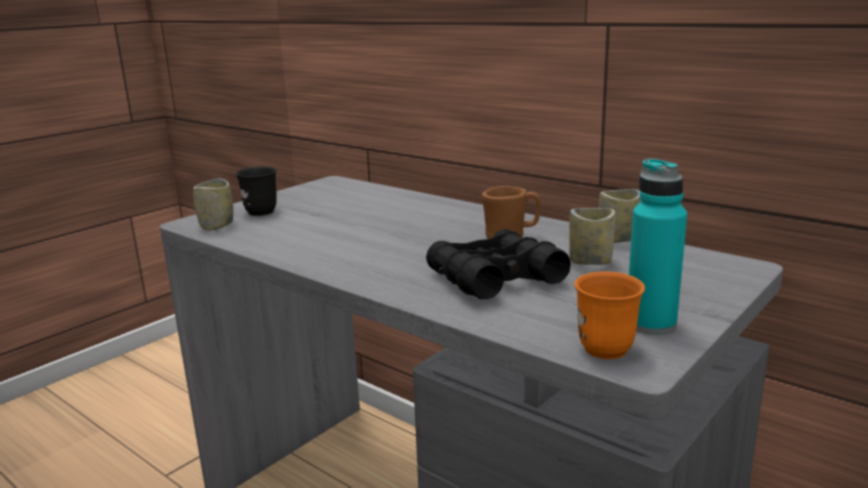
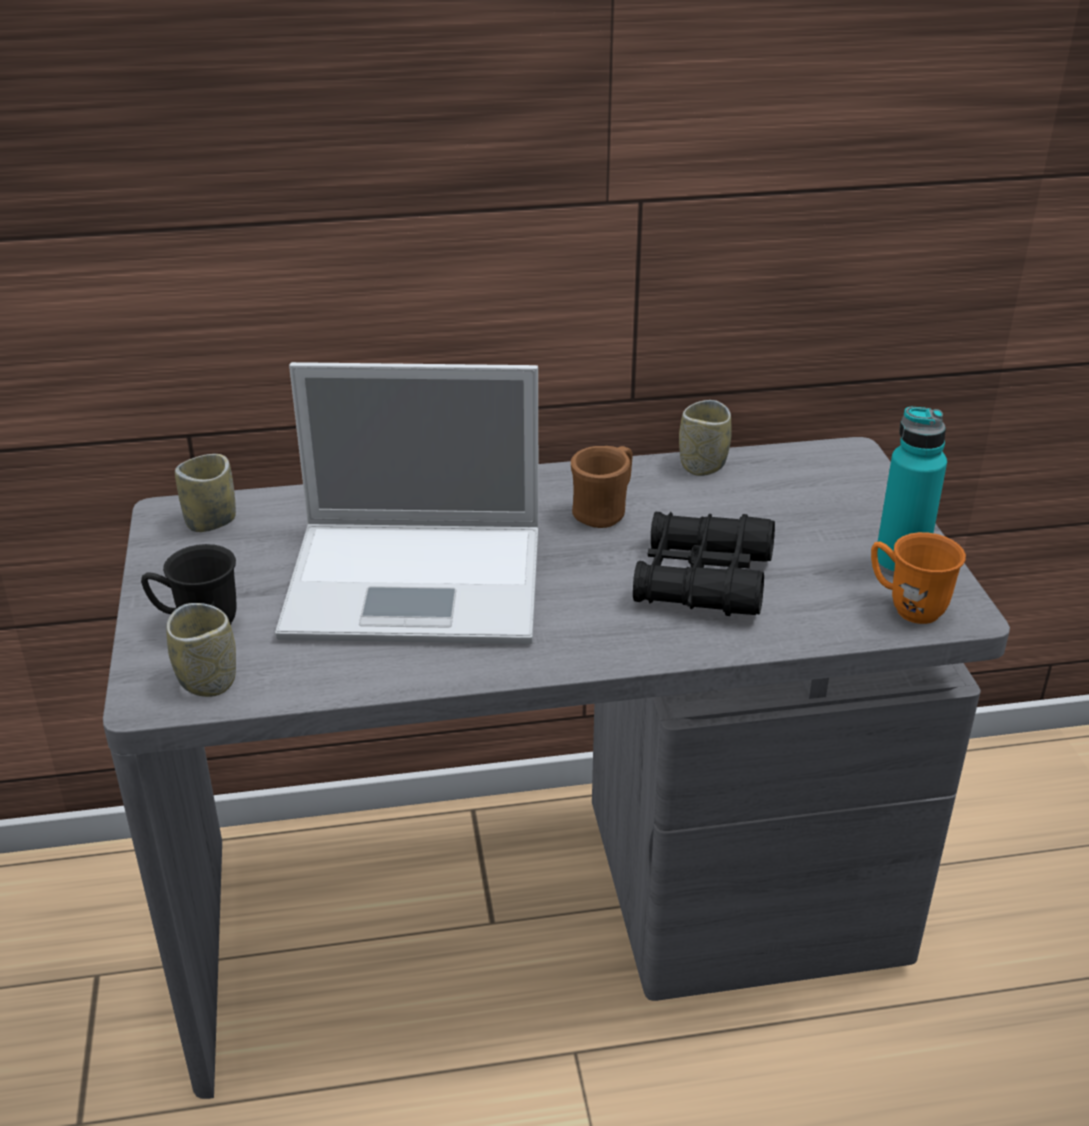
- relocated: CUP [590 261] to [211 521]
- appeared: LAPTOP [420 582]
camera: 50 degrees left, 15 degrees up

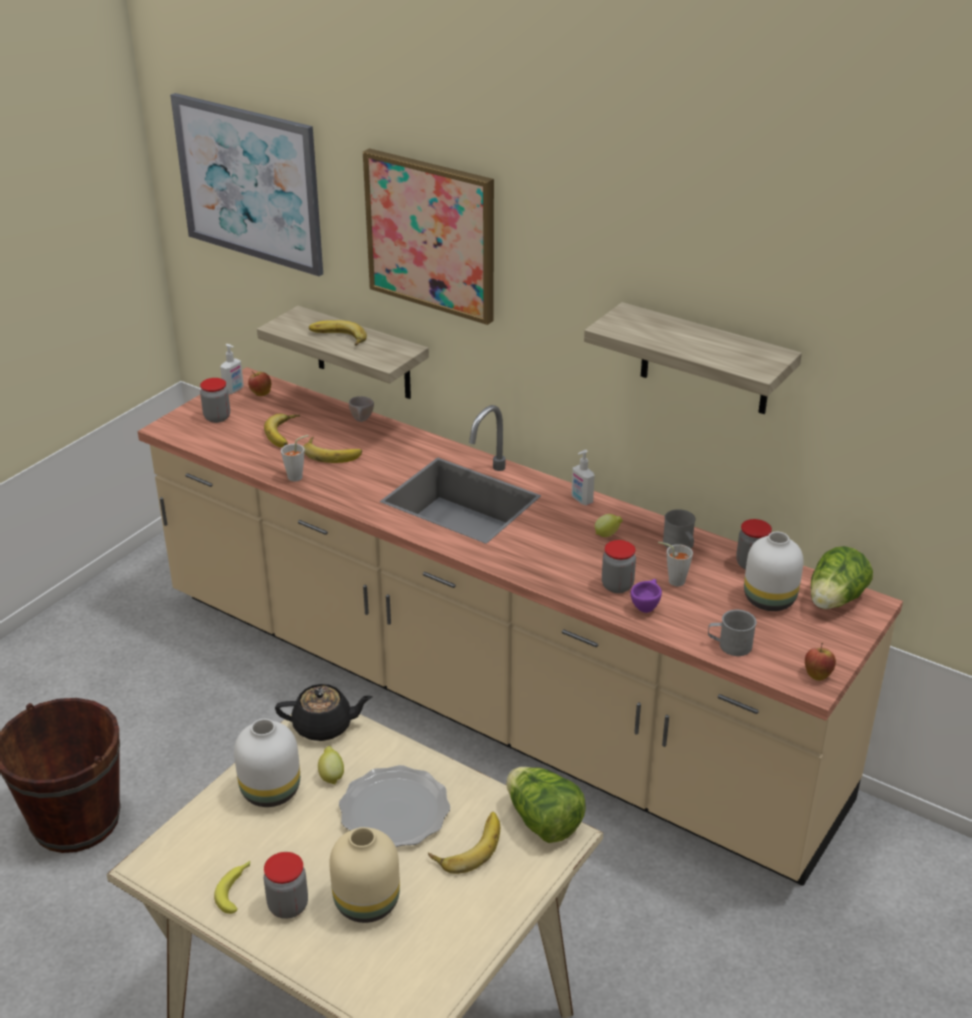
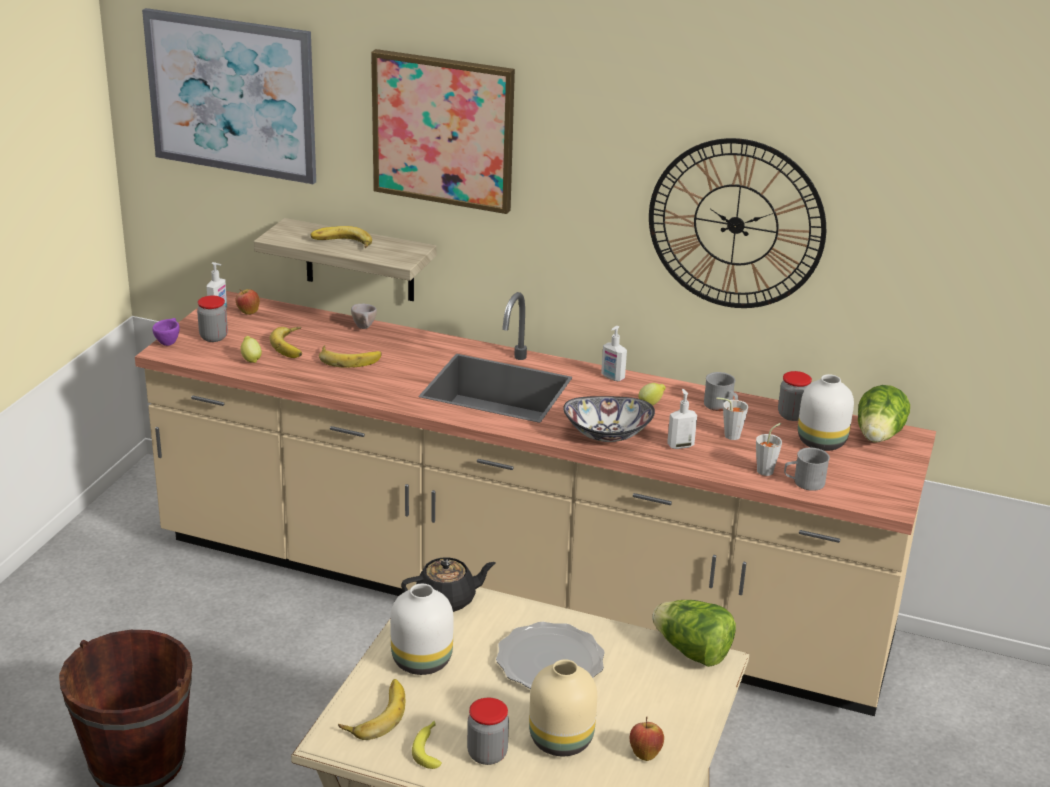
- exchanged: SHELF [705 360] to WALL CLOCK [736 224]
- relocated: GREY CUP [298 476] to [767 470]
- exchanged: JAR [617 586] to SOAP DISPENSER [680 445]
- relocated: PURPLE CUP [646 606] to [168 342]
- relocated: APPLE [817 674] to [645 753]
- relocated: LEMON [331 776] to [251 359]
- relocated: BANANA [467 845] to [374 713]
- appeared: BOWL [607 434]
camera: 15 degrees left, 5 degrees down

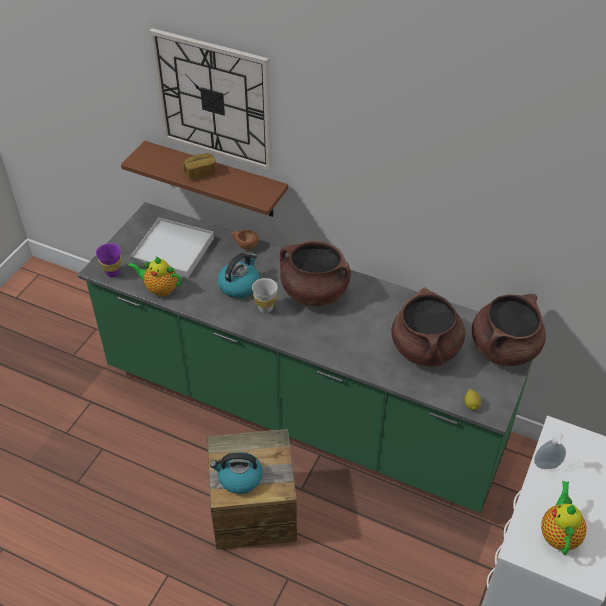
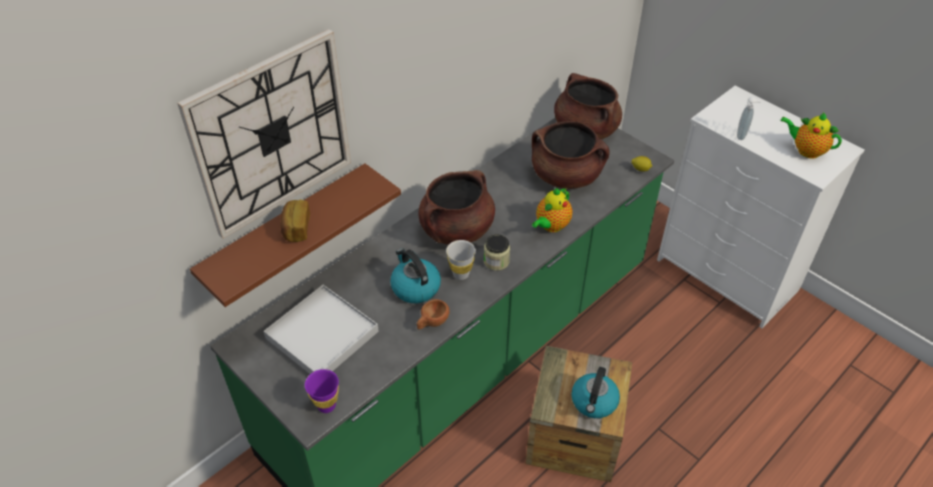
- relocated: BROWN CUP [244 245] to [432 323]
- relocated: TEAPOT [160 289] to [551 226]
- appeared: JAR [496 261]
camera: 70 degrees left, 0 degrees up

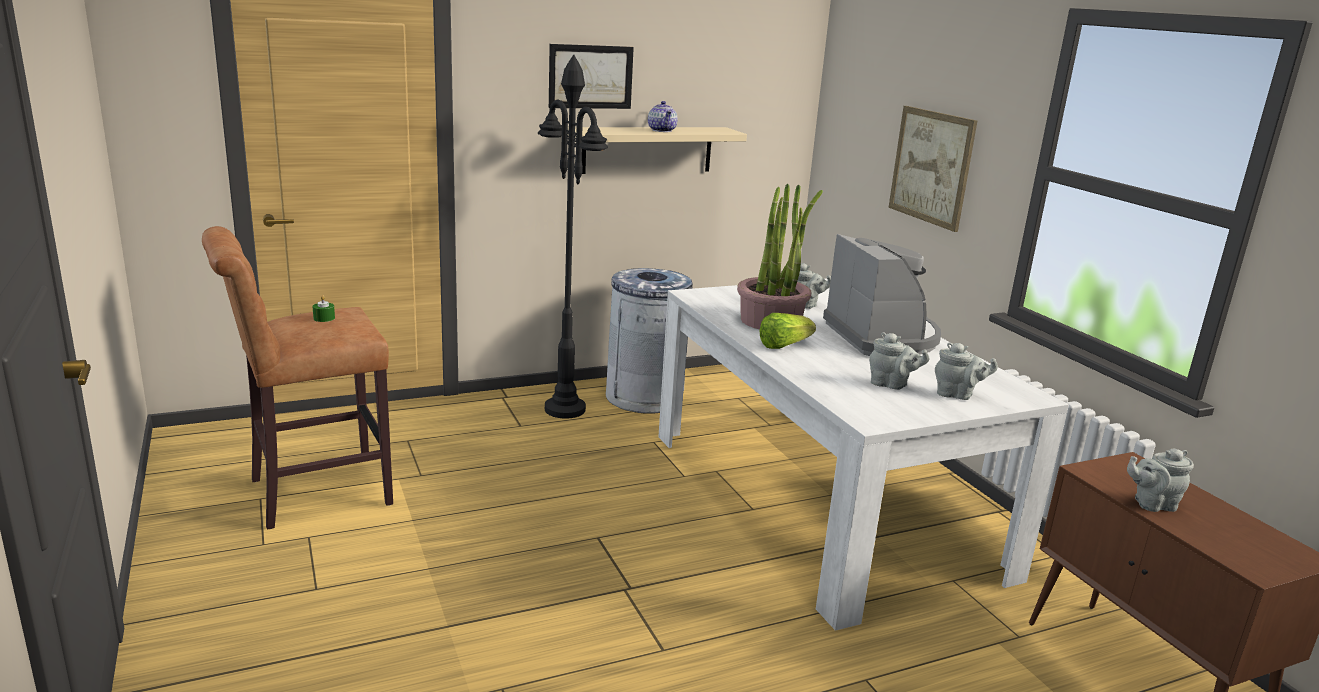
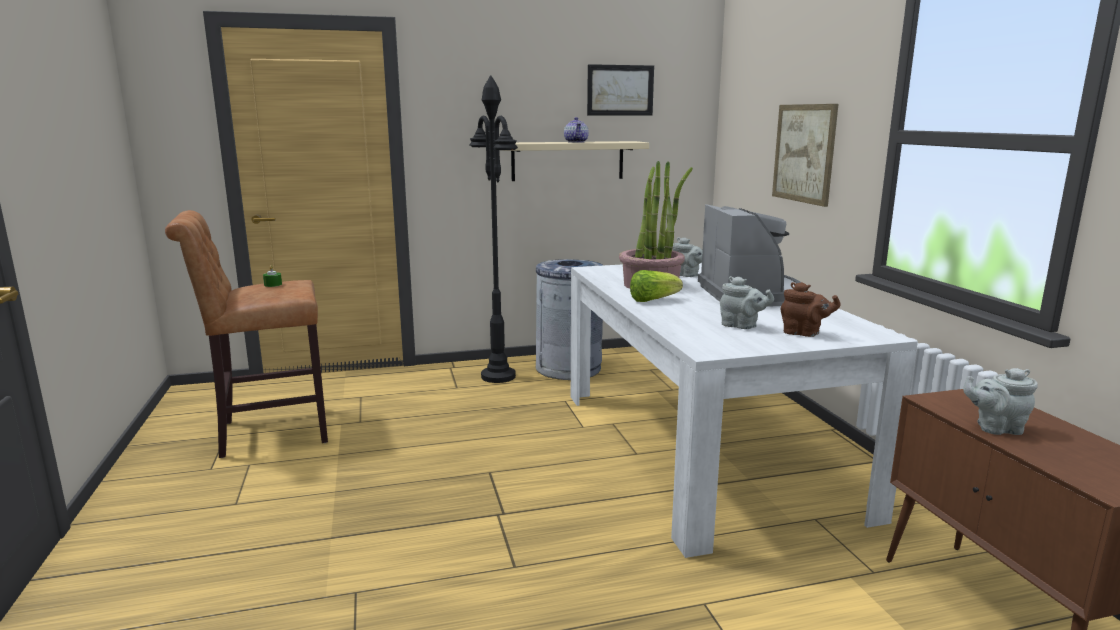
- relocated: PICTURE [590 77] to [620 90]
- colour: GREY TEAPOT [957 395] to BROWN TEAPOT [804 333]
camera: 10 degrees right, 5 degrees down

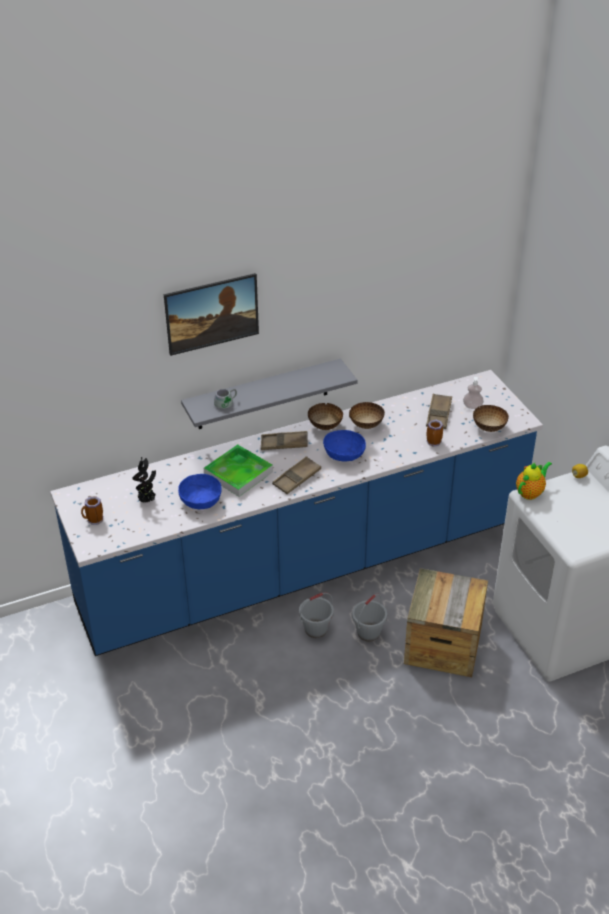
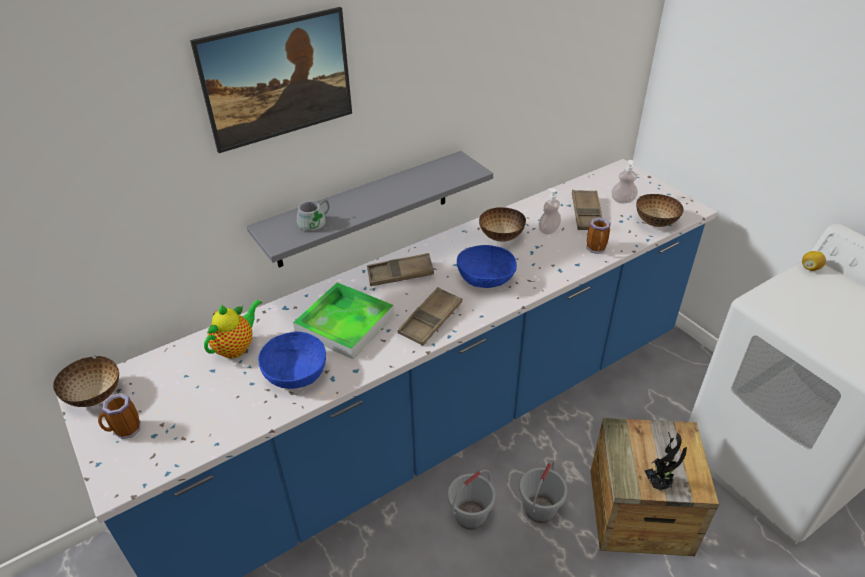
- relocated: BOWL [325 426] to [96 396]
- relocated: POTTED PLANT [147 500] to [659 484]
- relocated: TEAPOT [530 492] to [237 347]
- appeared: SOAP DISPENSER [548 230]
camera: 10 degrees left, 0 degrees up

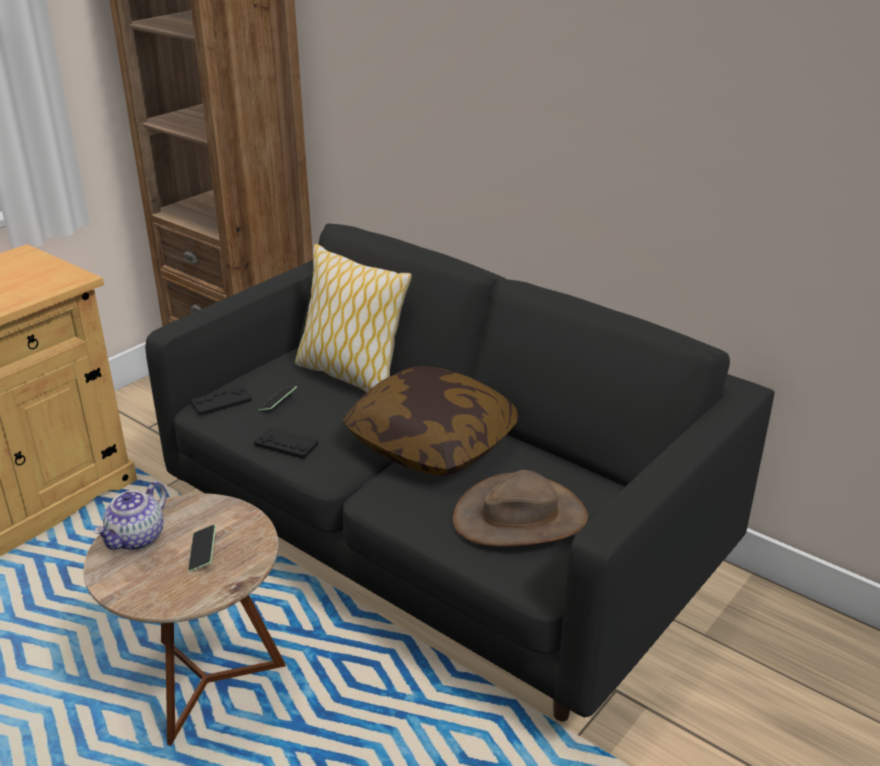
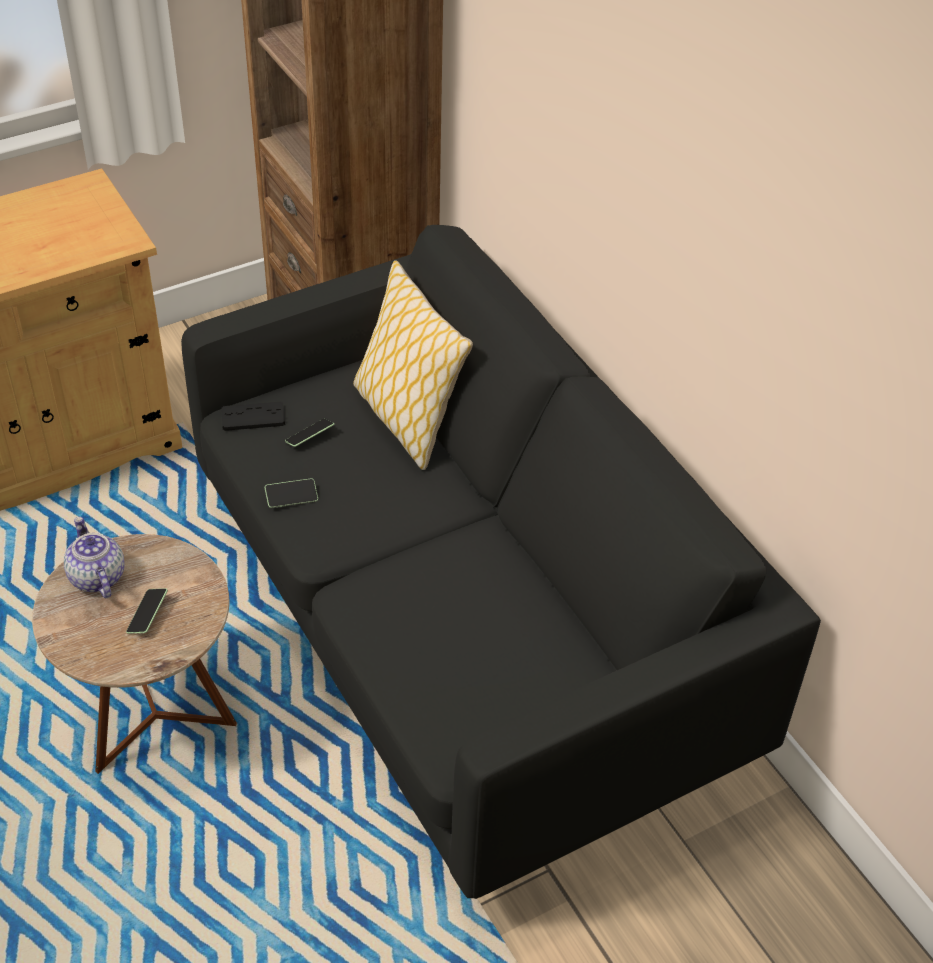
- missing: PILLOW [432 443]
- exchanged: BLACK GAME CONTROLLER [286 444] to PHONE [291 498]
- missing: BROWN HAT [520 517]
- spun: TEAPOT [137 538] = [96 577] 105 degrees clockwise
camera: 20 degrees right, 15 degrees up

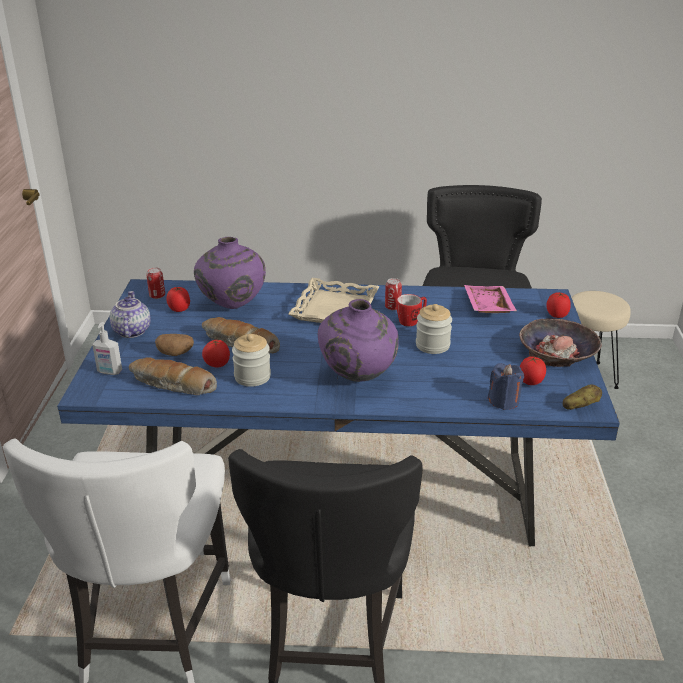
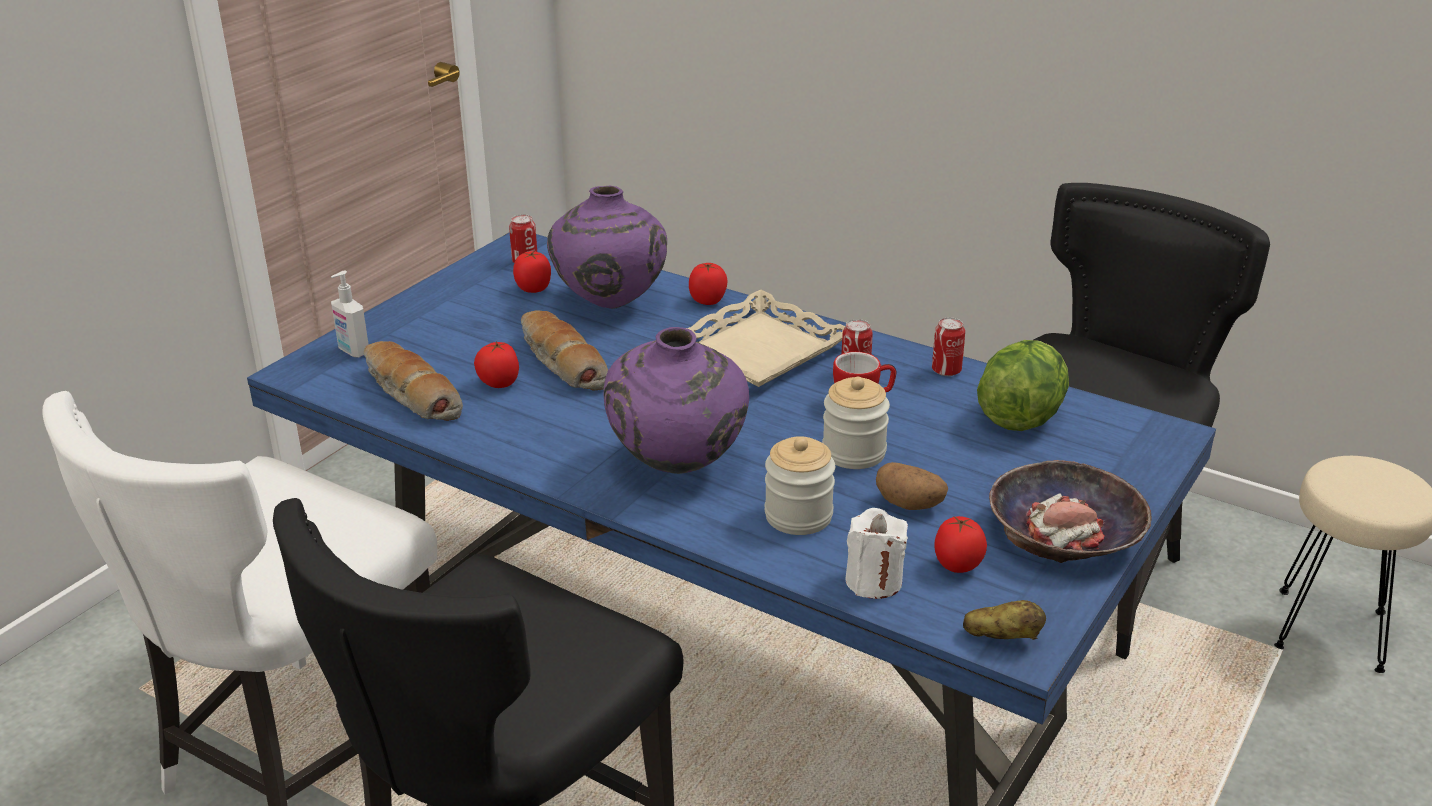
- exchanged: PINK TRAY [487 307] to LETTUCE [1020 417]
- missing: TEAPOT [131 331]
- relocated: TOMATO [557 315] to [708 301]
- relocated: POTATO [176 353] to [910 505]
- relocated: JAR [252 377] to [798 516]
- colour: BLUE CANDLE [504 401] to WHITE CANDLE [874 581]
- appeared: CAN [946 370]
camera: 30 degrees right, 0 degrees up

